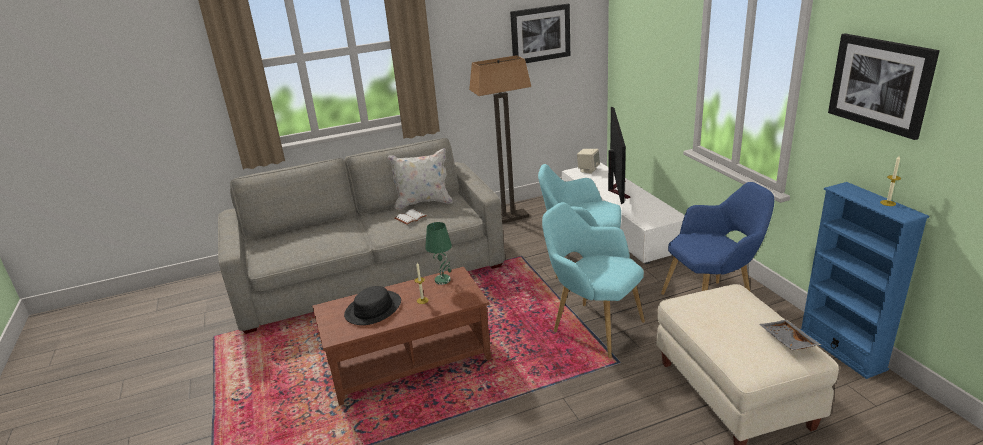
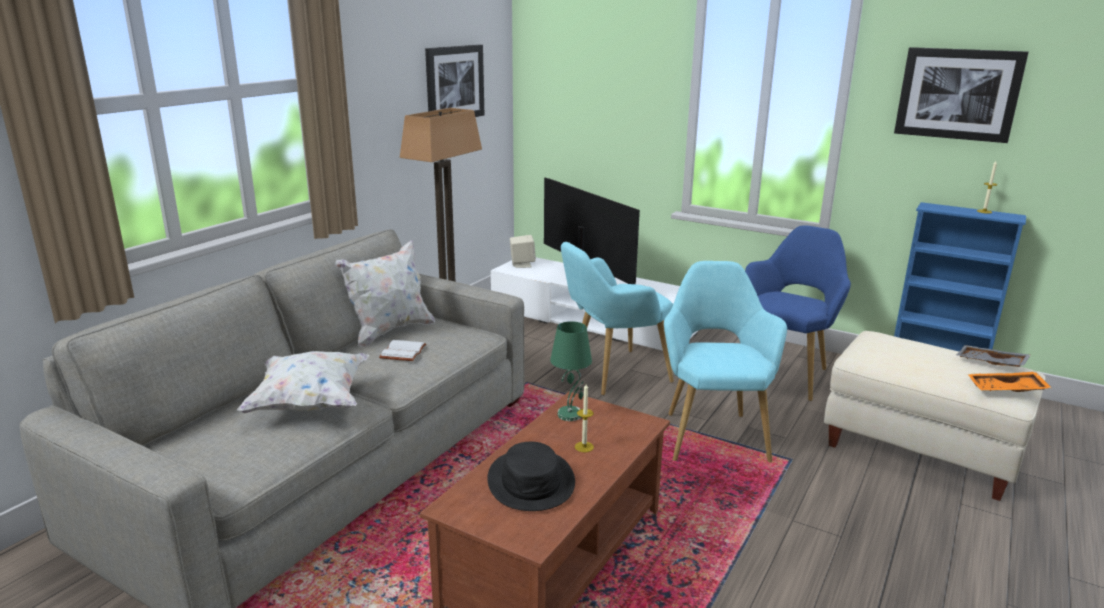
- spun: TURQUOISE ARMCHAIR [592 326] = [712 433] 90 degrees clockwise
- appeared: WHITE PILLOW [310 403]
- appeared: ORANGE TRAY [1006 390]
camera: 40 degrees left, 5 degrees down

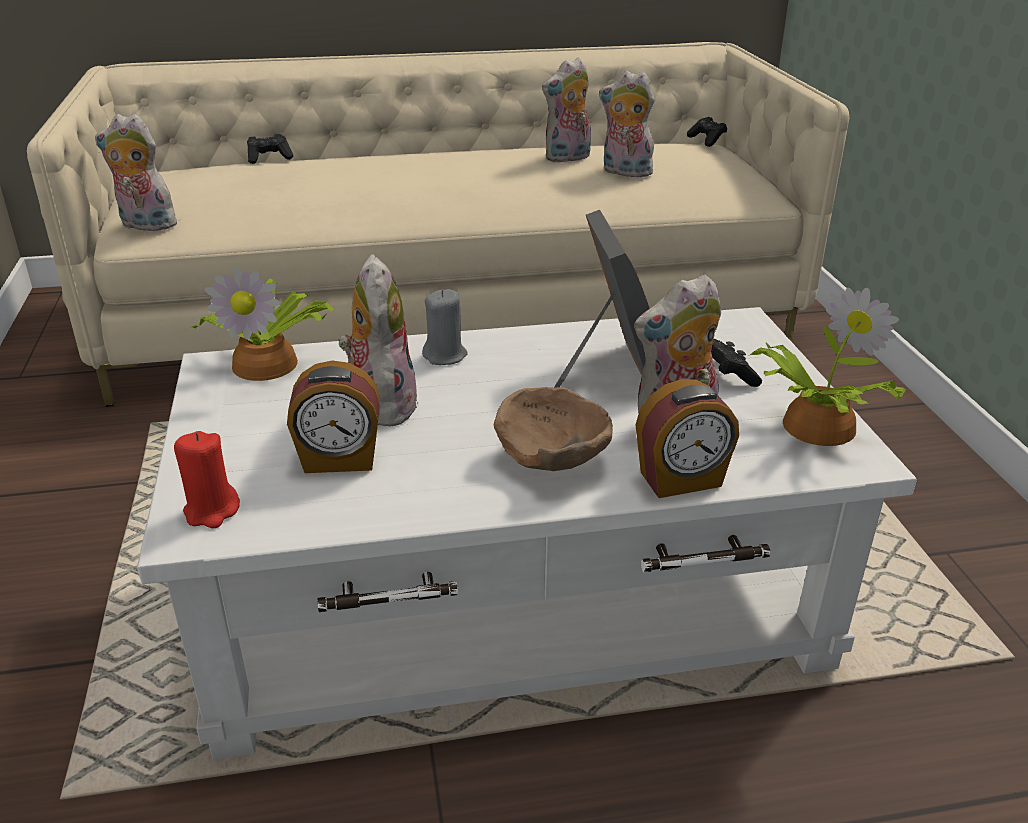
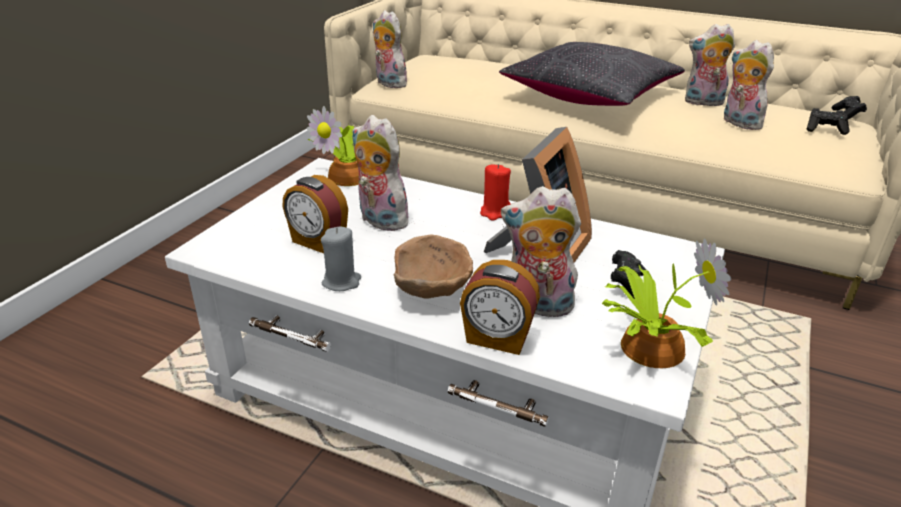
- relocated: BLACK GAME CONTROLLER [269 158] to [824 129]
- spun: PLUSH TOY [381 404] = [379 220] 75 degrees counterclockwise
- relocated: GREY CANDLE [445 356] to [341 282]
- relocated: RED CANDLE [211 511] to [495 212]
- appeared: BLACK PILLOW [589 95]
camera: 35 degrees right, 0 degrees up

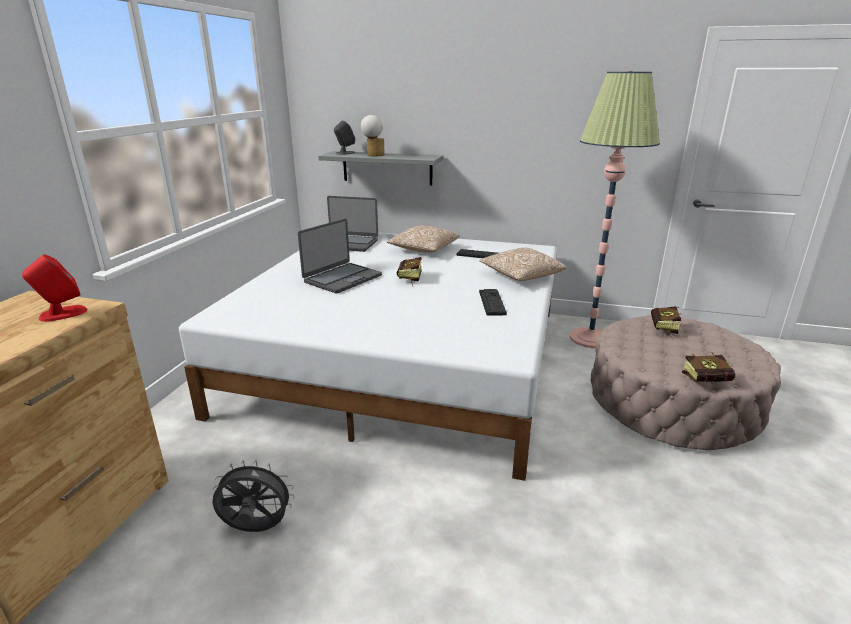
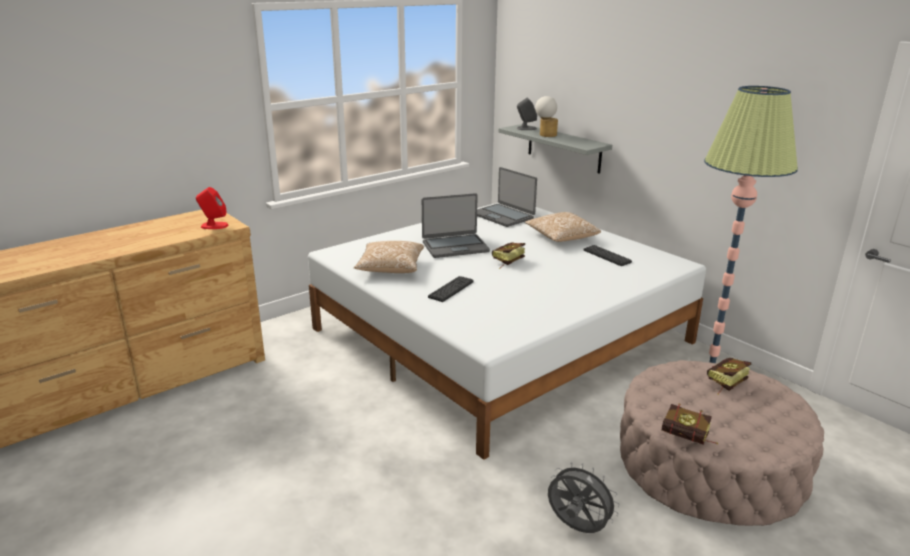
- relocated: PILLOW [521 276] to [390 268]
- relocated: KEYBOARD [492 302] to [451 289]
- relocated: GREY FAN [256 529] to [576 528]
camera: 35 degrees right, 0 degrees up

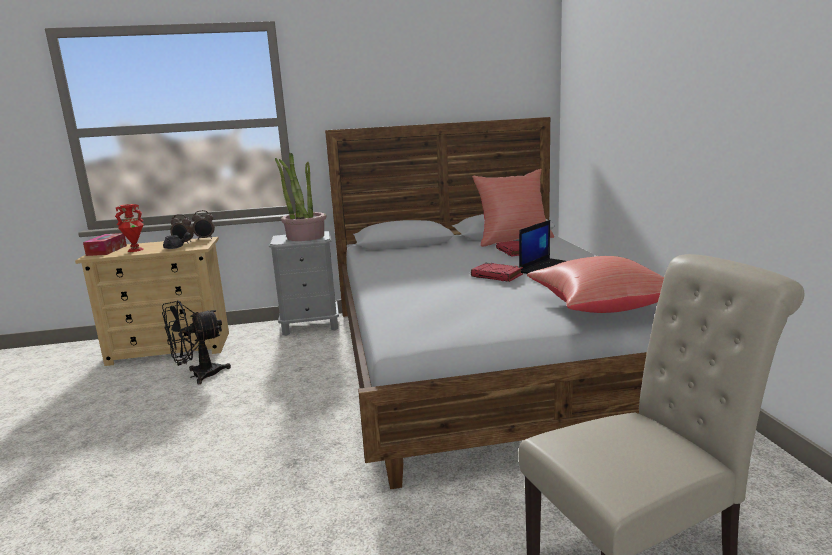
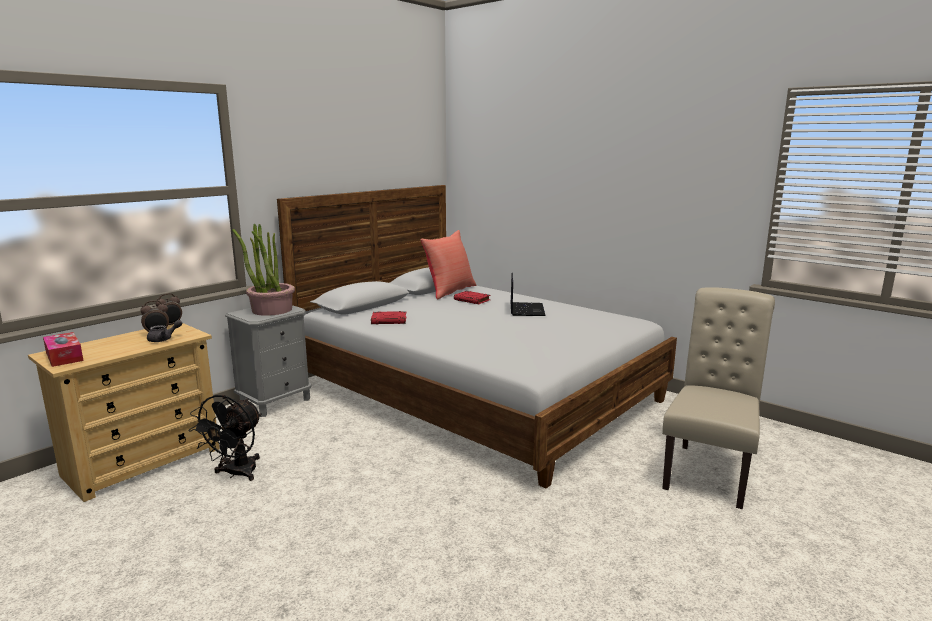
- missing: RED VASE [135 250]
- missing: RED PILLOW [601 306]
- relocated: RED BOOK [497 276] to [389 320]
camera: 40 degrees left, 0 degrees up

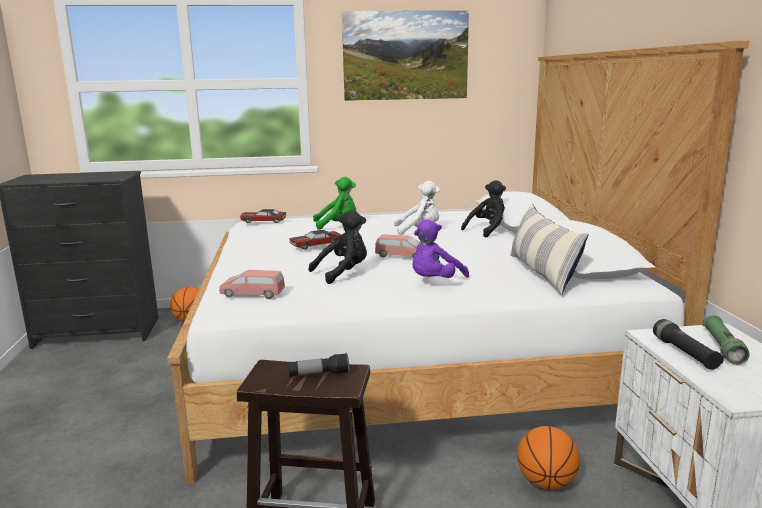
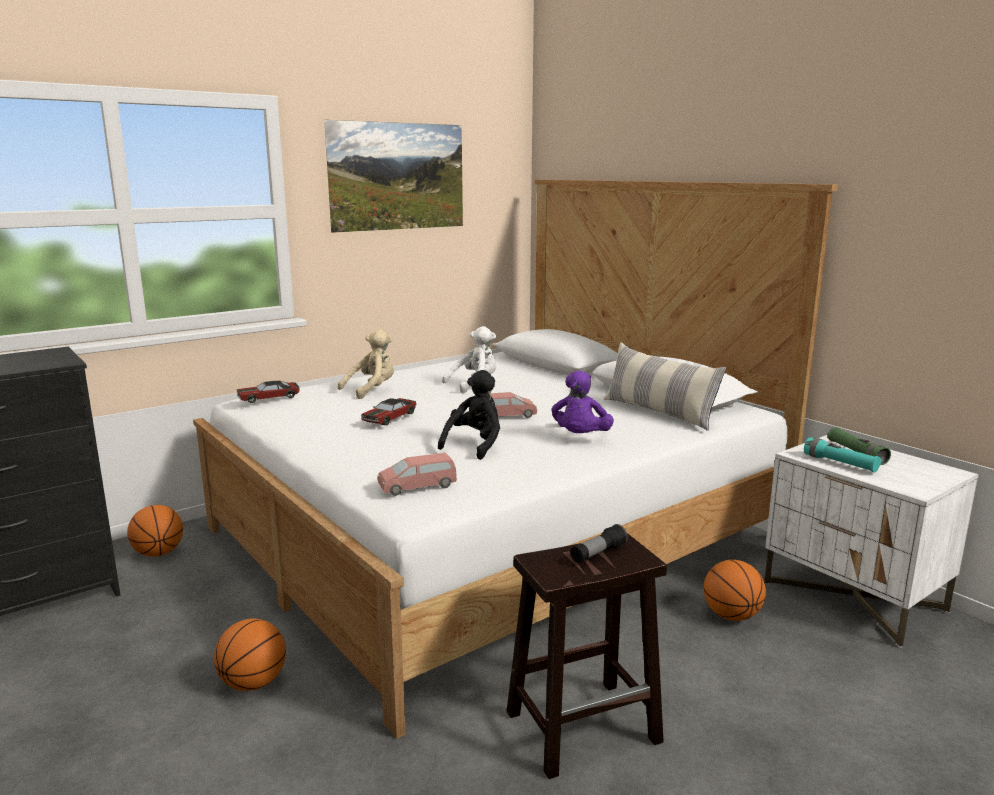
- colour: GREEN PLUSH TOY [337 225] to BEIGE PLUSH TOY [371 390]
- missing: BLACK PLUSH TOY [487 230]
- colour: BLACK FLASHLIGHT [684 353] to TURQUOISE FLASHLIGHT [840 464]
- appeared: BASKETBALL [253 683]
camera: 30 degrees left, 0 degrees up

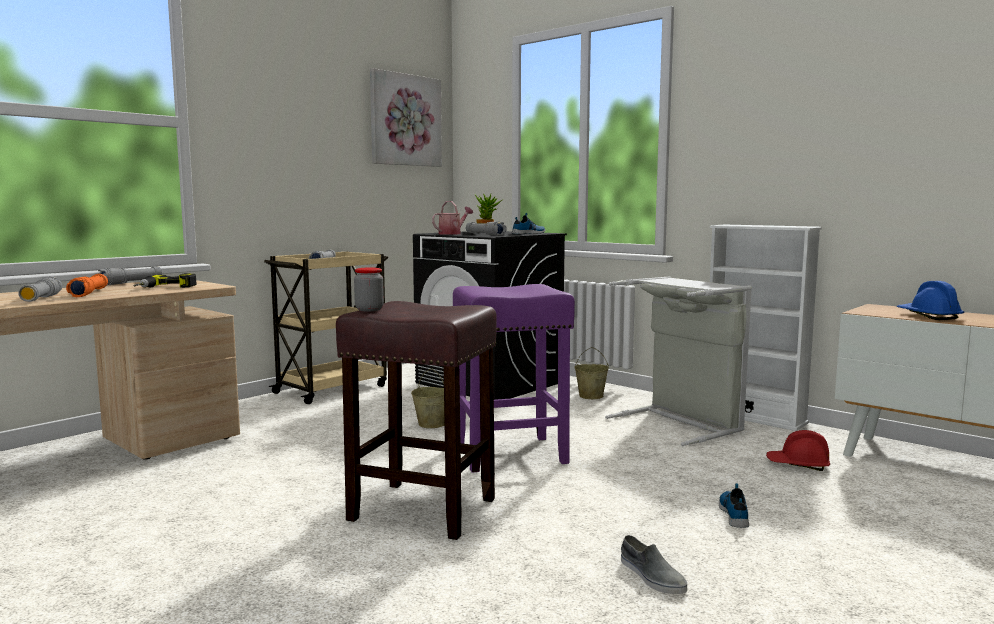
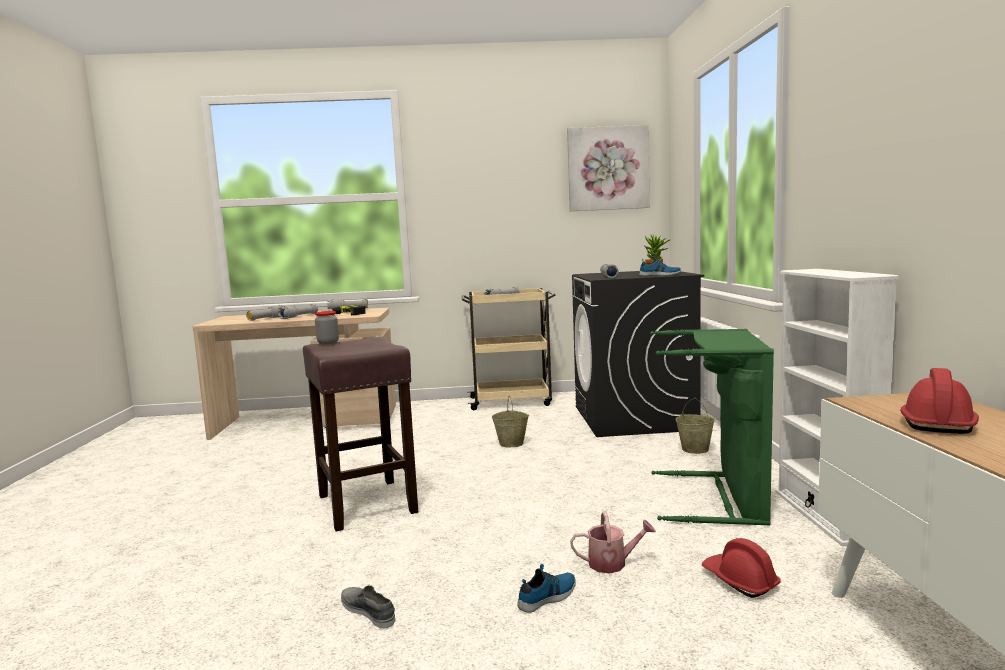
- relocated: WATERING CAN [452 233] to [612 563]
- colour: ORANGE FLASHLIGHT [89 293] to GREY FLASHLIGHT [299 316]
- colour: GREY LAUNDRY BASKET [682 423] to GREEN LAUNDRY BASKET [721 498]
- colour: BLUE HARD HAT [928 316] to RED HARD HAT [936 422]
- missing: PURPLE STOOL [512 453]
- spun: GREY SHOE [651 576] = [368 611] 120 degrees clockwise
camera: 45 degrees right, 0 degrees up

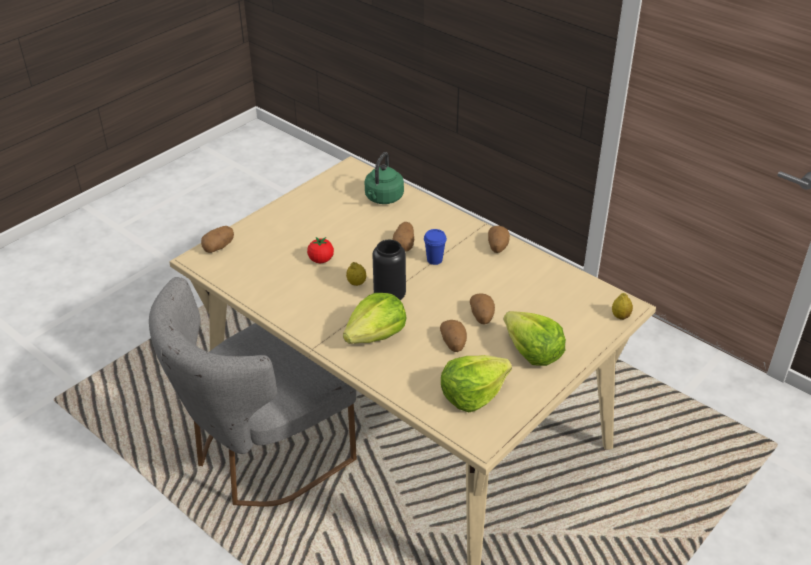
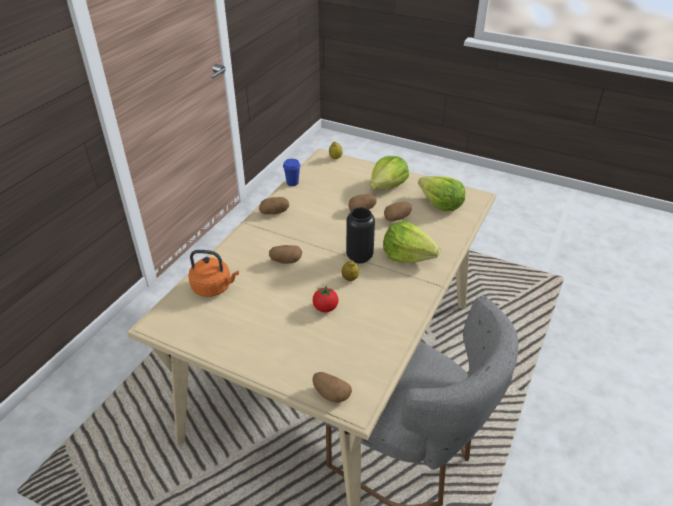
- colour: GREEN KETTLE [383 198] to ORANGE KETTLE [214 287]
- relocated: BLUE CUP [434 260] to [292 183]
camera: 105 degrees left, 0 degrees up

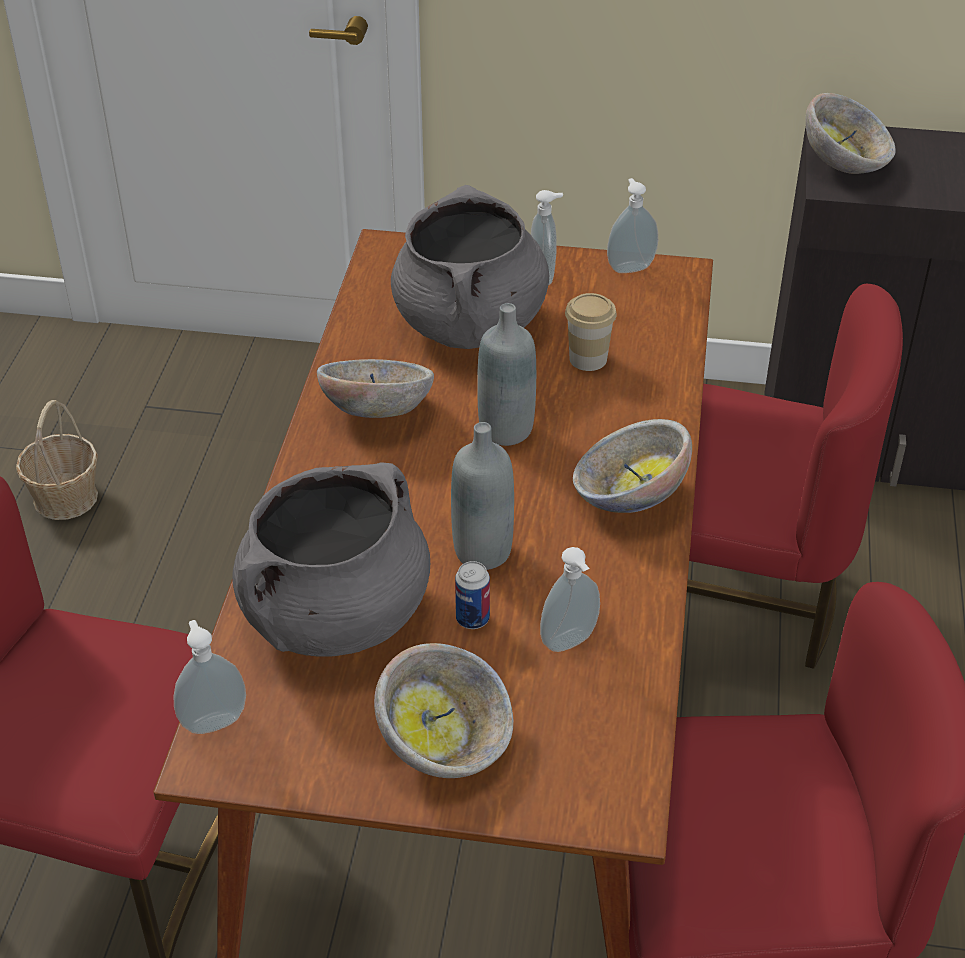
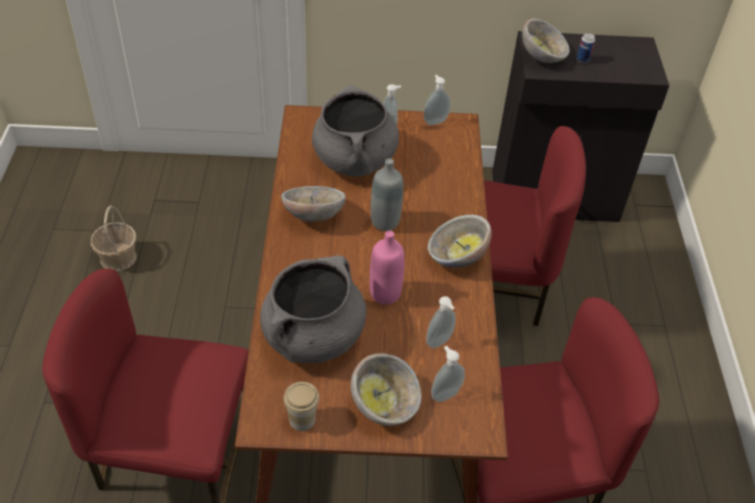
- relocated: CUP [588 359] to [302 419]
- colour: GREY BOTTLE [482 552] to PINK BOTTLE [385 294]
- relocated: CAN [472 619] to [583 59]
- relocated: SOAP DISPENSER [213 720] to [444 393]
camera: 10 degrees left, 5 degrees up

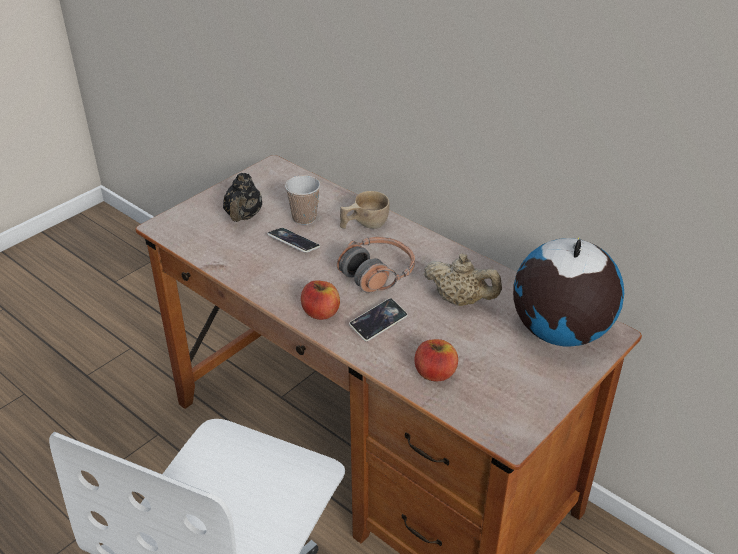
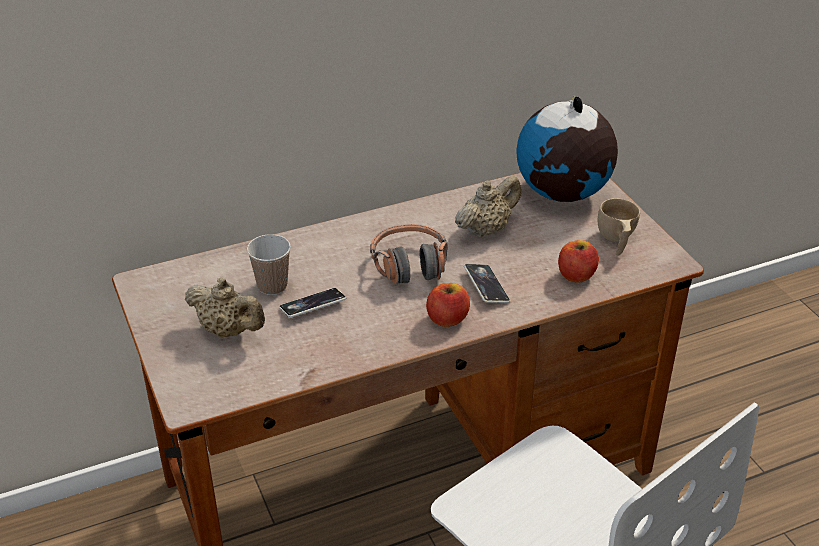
- colour: BLACK TEAPOT [243 217] to BEIGE TEAPOT [229 331]
- relocated: BEIGE CUP [364 225] to [616 240]
camera: 65 degrees left, 0 degrees up

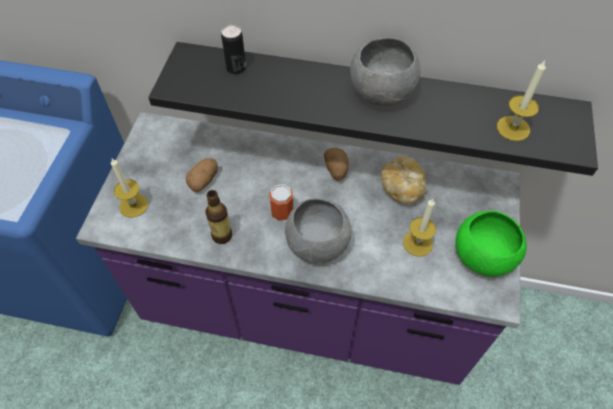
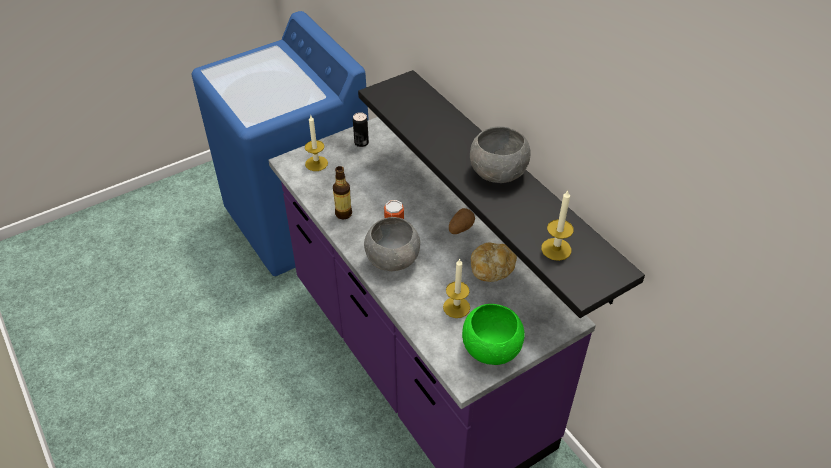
- relocated: CAN [236 68] to [361 143]
- missing: POTATO [204 181]
camera: 45 degrees right, 10 degrees down

